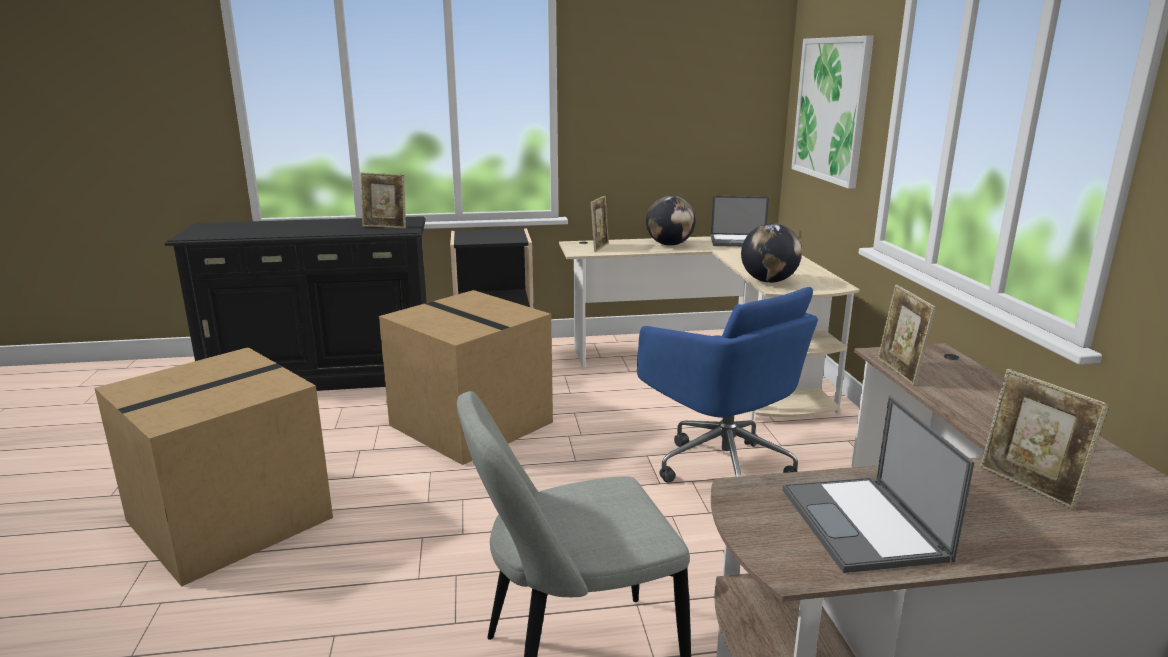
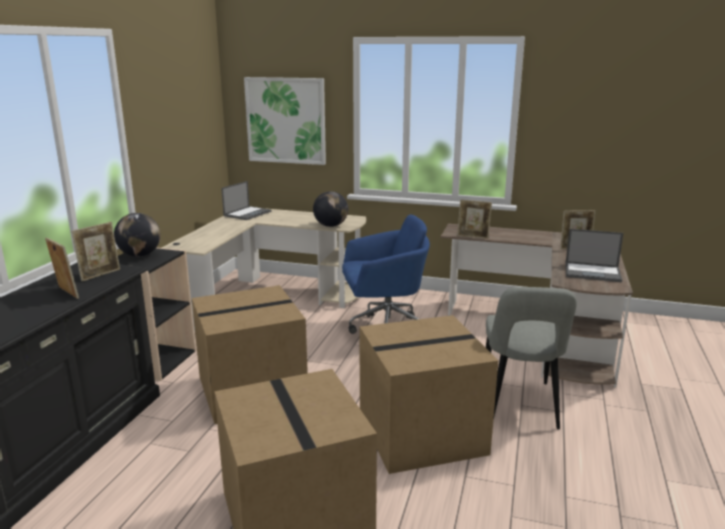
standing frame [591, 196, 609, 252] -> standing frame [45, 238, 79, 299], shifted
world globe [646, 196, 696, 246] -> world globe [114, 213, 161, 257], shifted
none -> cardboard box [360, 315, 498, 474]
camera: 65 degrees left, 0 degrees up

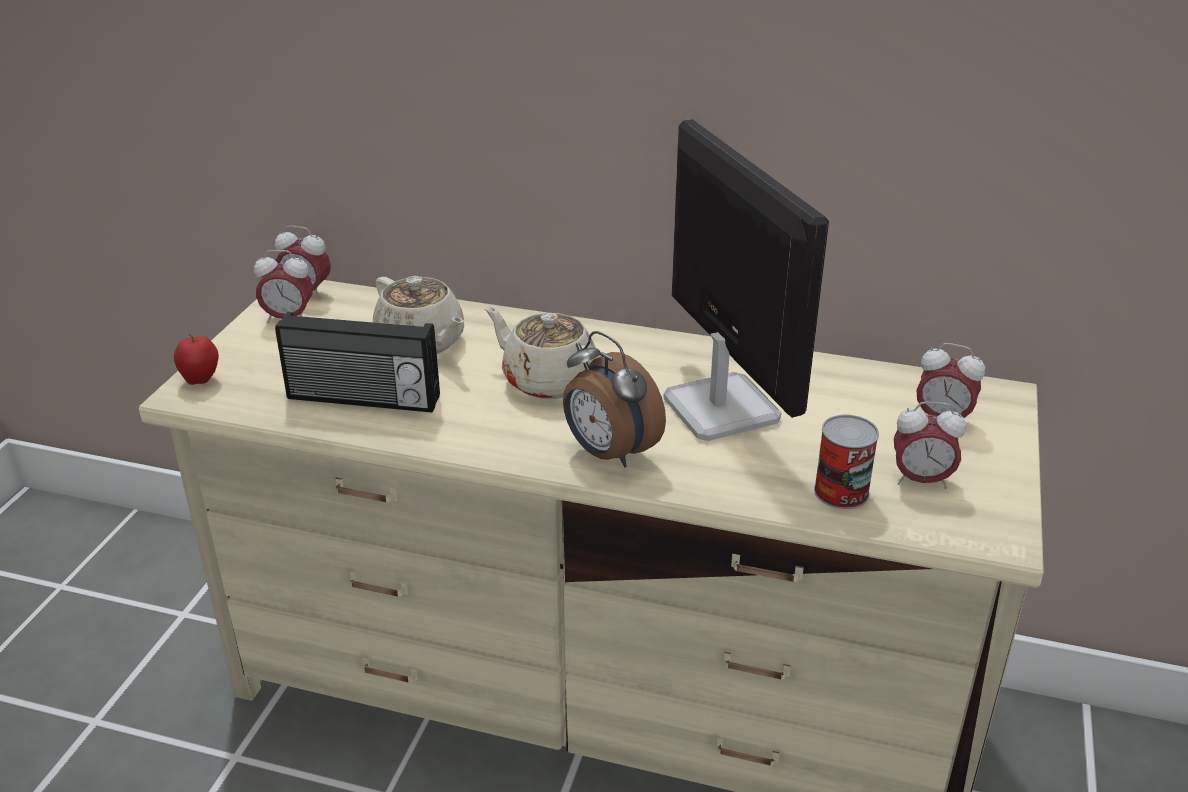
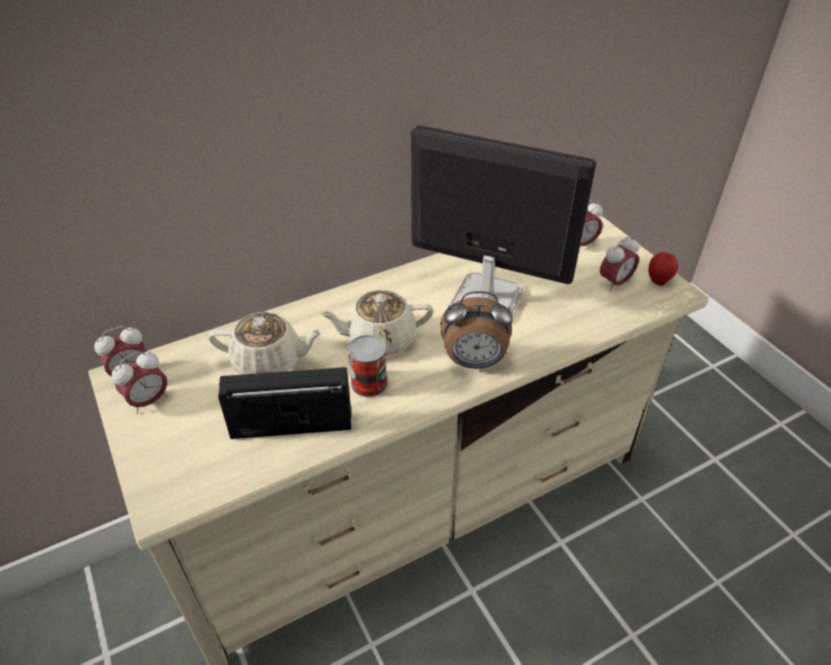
radio set [275, 312, 440, 412] -> radio set [218, 367, 351, 439], 150 degrees counterclockwise
can [814, 415, 879, 509] -> can [348, 335, 387, 397], shifted
apple fruit [174, 334, 219, 385] -> apple fruit [649, 252, 678, 286], shifted
camera: 45 degrees left, 10 degrees up

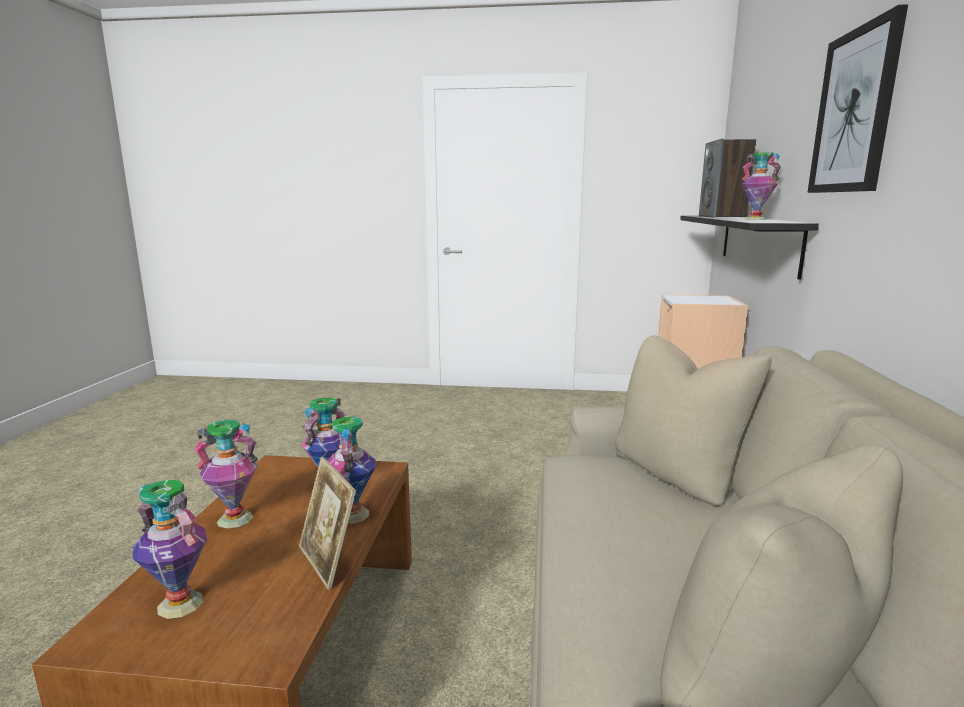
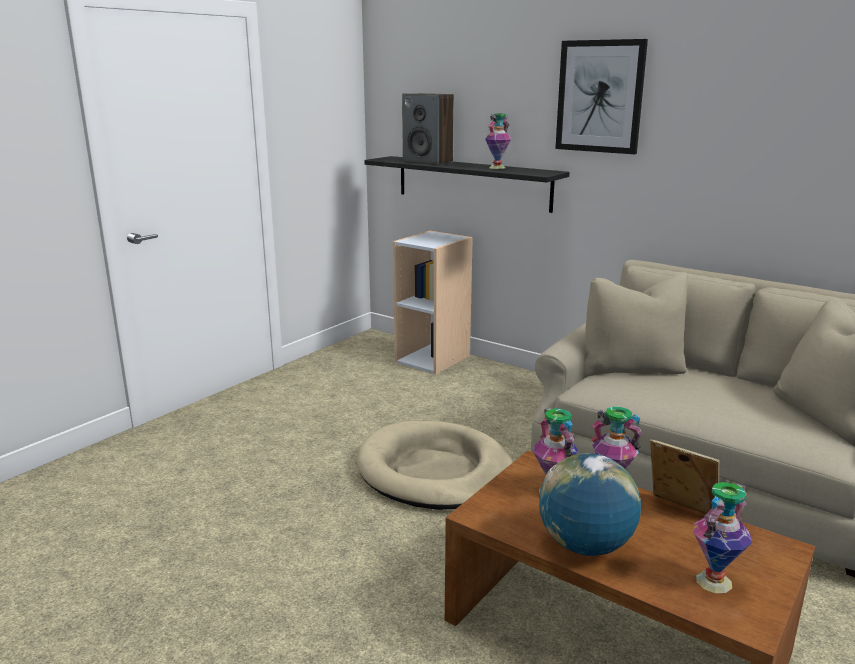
none -> sand-coloured dog cushion [357, 421, 513, 510]
flower vase [194, 420, 258, 529] -> world globe [539, 453, 641, 556]
standing frame [299, 457, 356, 590] -> standing frame [650, 439, 719, 514], 135 degrees counterclockwise
camera: 60 degrees left, 5 degrees up

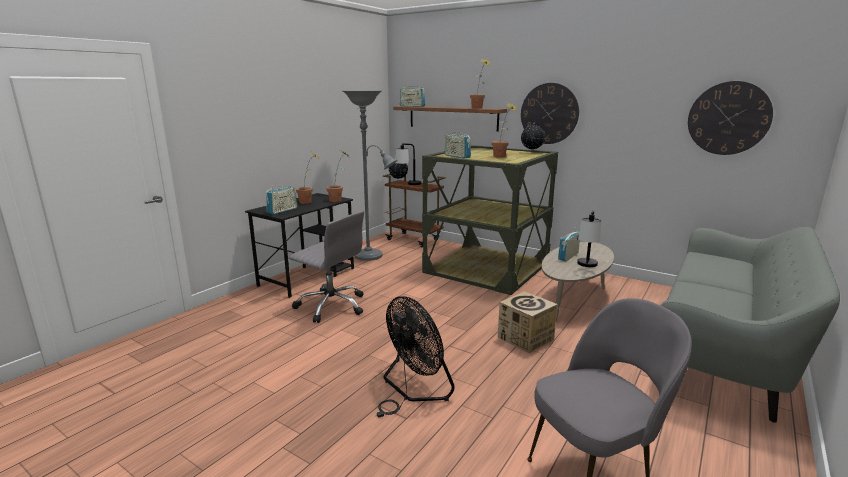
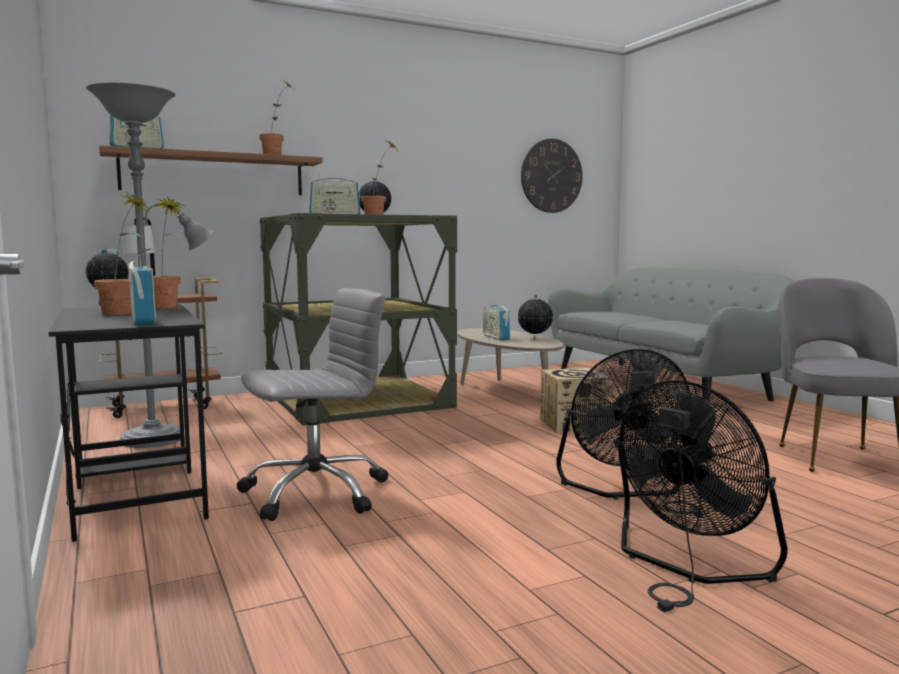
tabletop lamp [577, 210, 601, 267] -> world globe [518, 295, 553, 339]
none -> black fan [614, 380, 788, 612]
wall clock [521, 83, 579, 144] -> none
camera: 60 degrees left, 10 degrees down

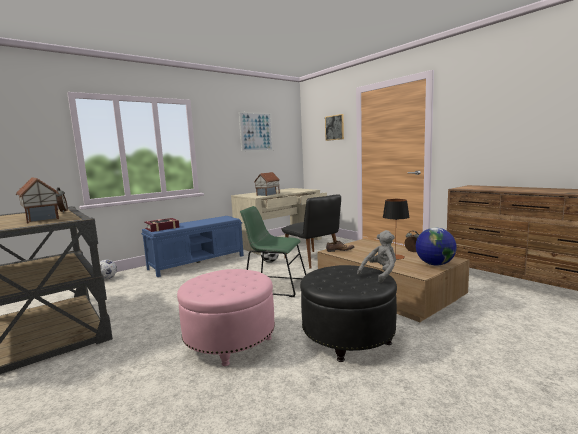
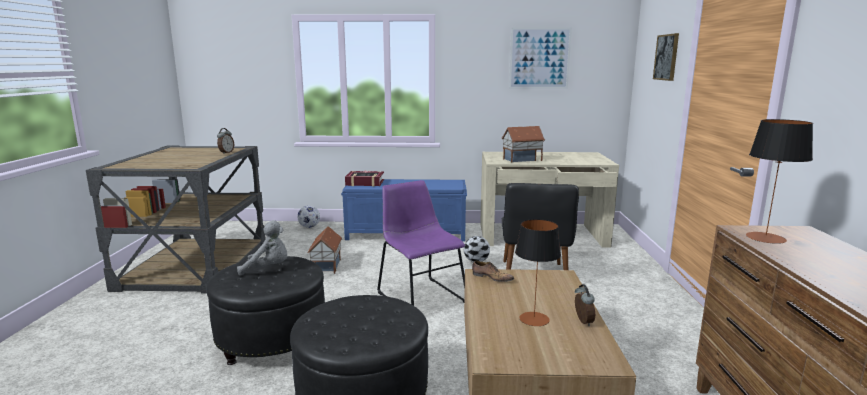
pinkish ottoman [177, 269, 275, 366] -> black ottoman [206, 256, 325, 365]
greyish cuddly toy [357, 230, 396, 283] -> greyish cuddly toy [237, 220, 287, 276], shifted
toy house [16, 177, 59, 223] -> toy house [307, 226, 343, 274], shifted
greenish upright chair [240, 206, 306, 297] -> purple upright chair [377, 180, 465, 306]
none -> tabletop lamp [746, 119, 813, 244]
world globe [416, 228, 457, 266] -> none
camera: 40 degrees right, 5 degrees up

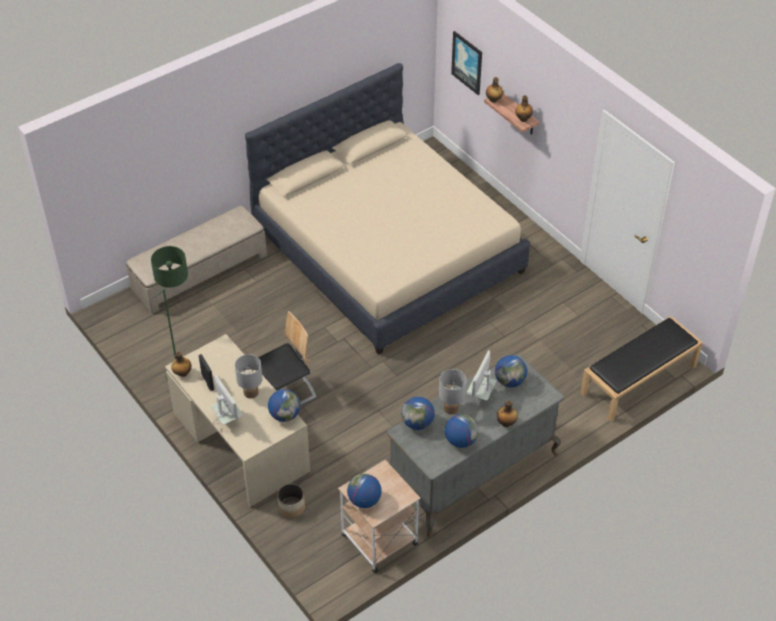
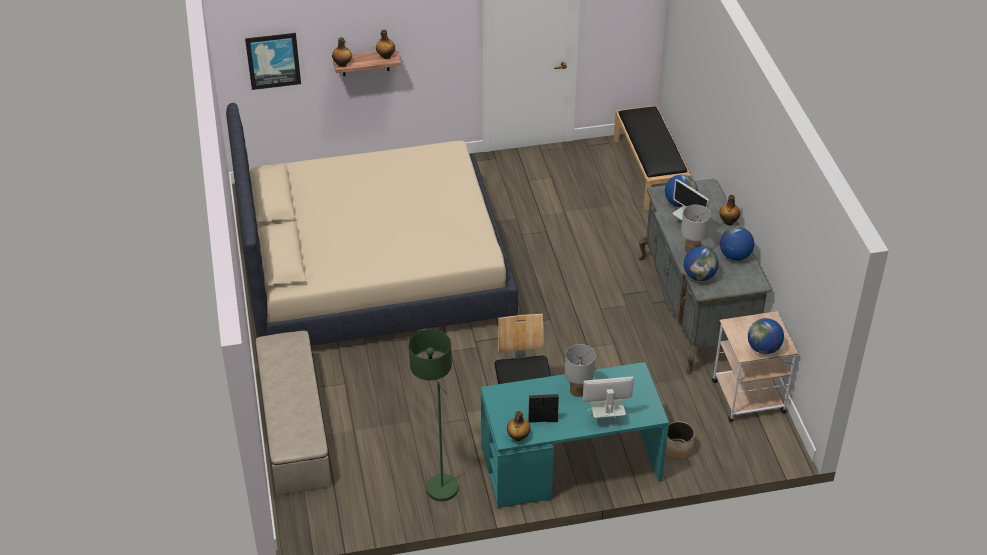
sand-coloured desk [165, 334, 310, 507] -> turquoise desk [481, 362, 669, 508]
world globe [268, 389, 300, 422] -> none
camera: 65 degrees left, 5 degrees down

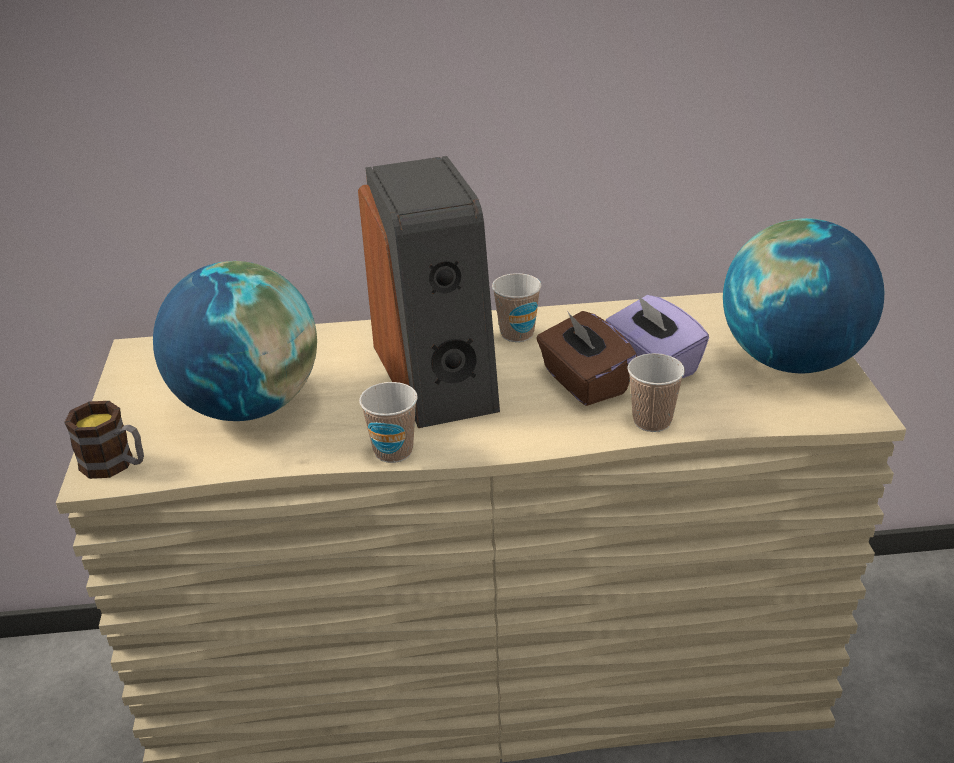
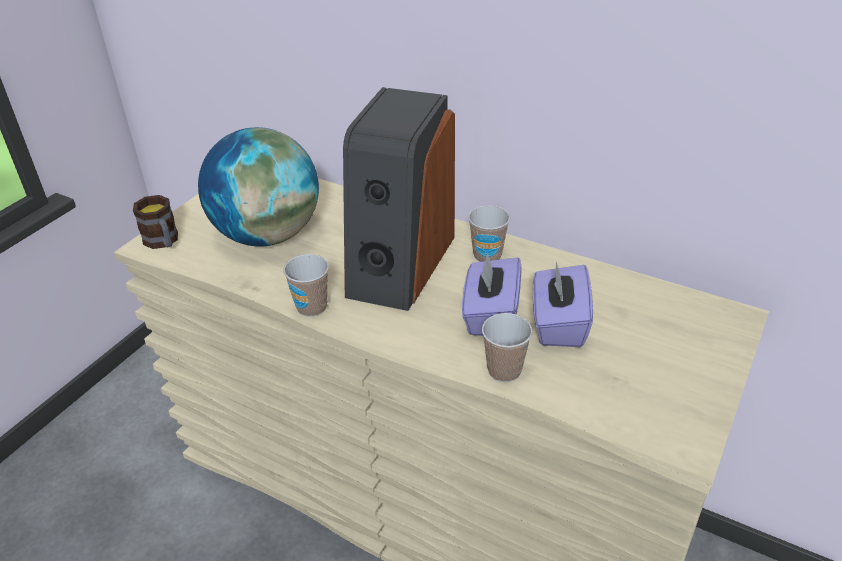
brown-coloured box of tissues [536, 311, 637, 406] -> purple box of tissues [462, 253, 522, 336]
world globe [723, 218, 884, 373] -> none
camera: 35 degrees right, 5 degrees up

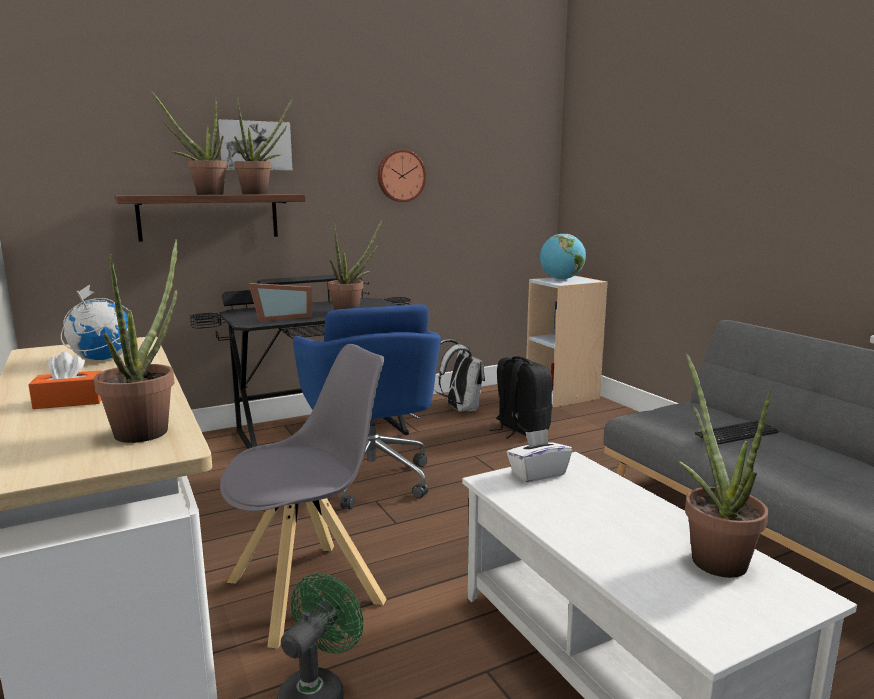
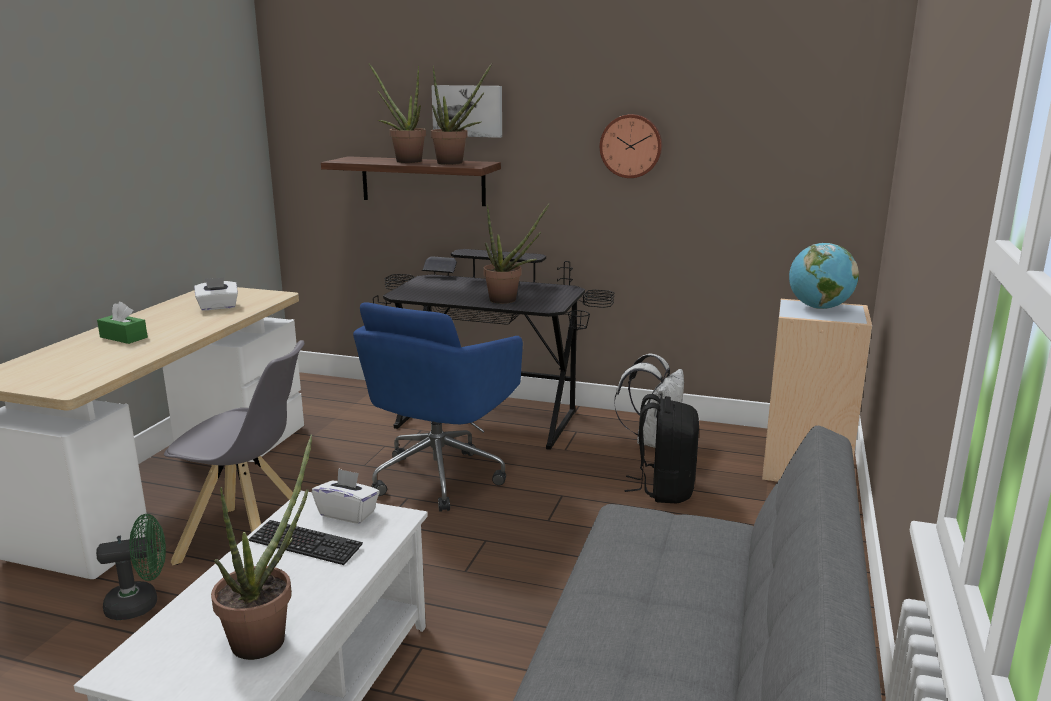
orange-coloured box of tissues [28, 352, 103, 409] -> greenish box of tissues [97, 302, 148, 344]
world globe [61, 284, 129, 360] -> whitish box of tissues [194, 277, 238, 311]
keyboard [695, 420, 779, 444] -> keyboard [249, 520, 363, 565], shifted
plant in a pot [94, 239, 178, 443] -> none
standing frame [248, 283, 312, 321] -> none
camera: 45 degrees right, 5 degrees up

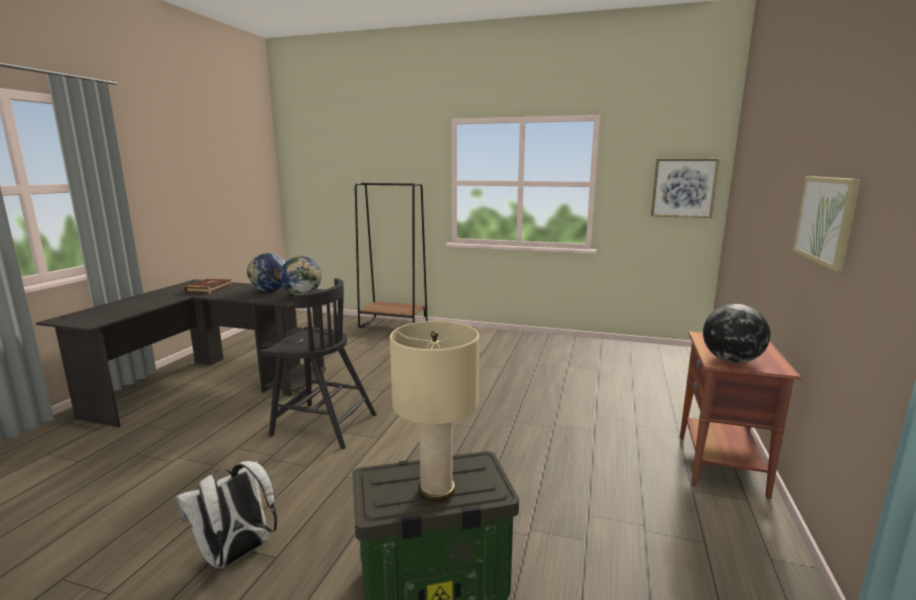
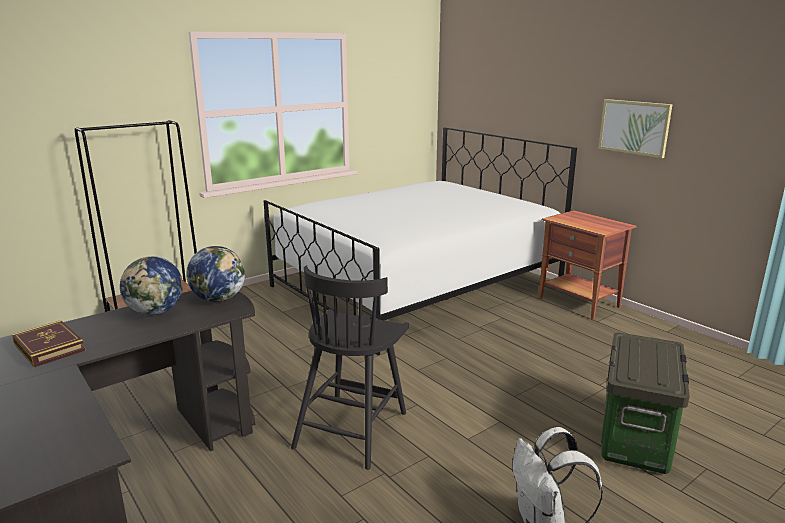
none -> whitish bed [264, 127, 577, 355]
black upright chair [260, 279, 377, 449] -> black upright chair [291, 265, 409, 470], 150 degrees clockwise
sand-coloured tabletop lamp [390, 321, 479, 503] -> none
wall picture [651, 159, 719, 218] -> none
world globe [703, 304, 771, 363] -> none
camera: 55 degrees left, 5 degrees up

